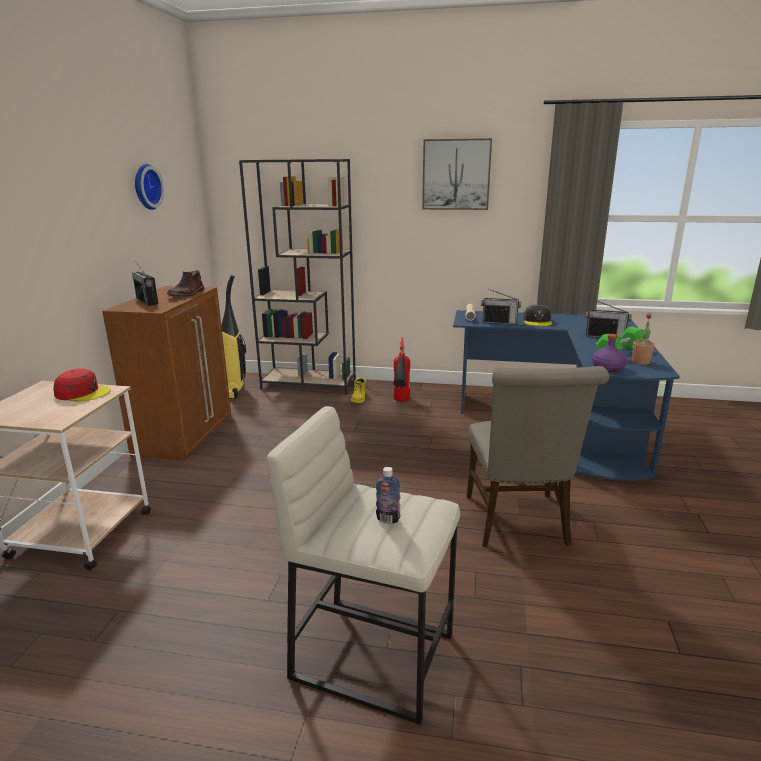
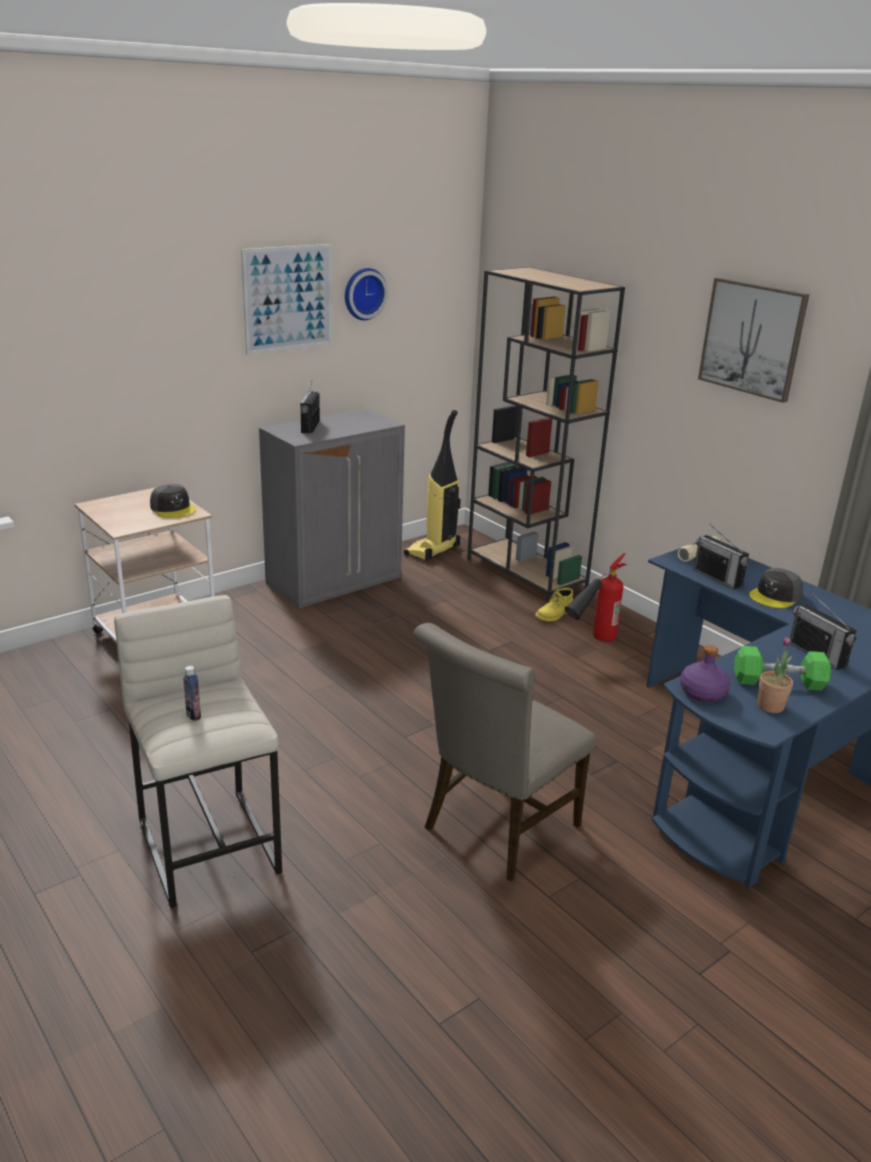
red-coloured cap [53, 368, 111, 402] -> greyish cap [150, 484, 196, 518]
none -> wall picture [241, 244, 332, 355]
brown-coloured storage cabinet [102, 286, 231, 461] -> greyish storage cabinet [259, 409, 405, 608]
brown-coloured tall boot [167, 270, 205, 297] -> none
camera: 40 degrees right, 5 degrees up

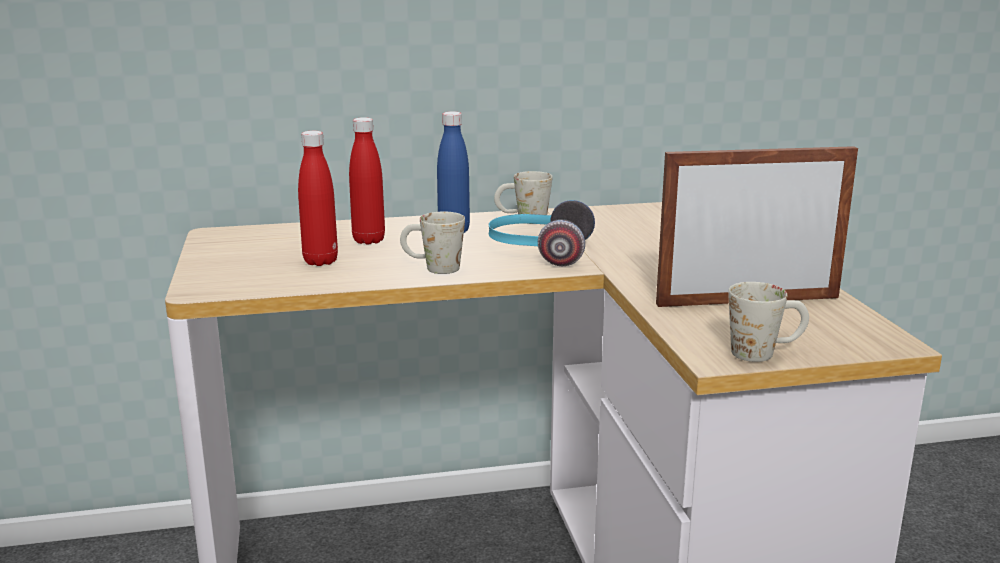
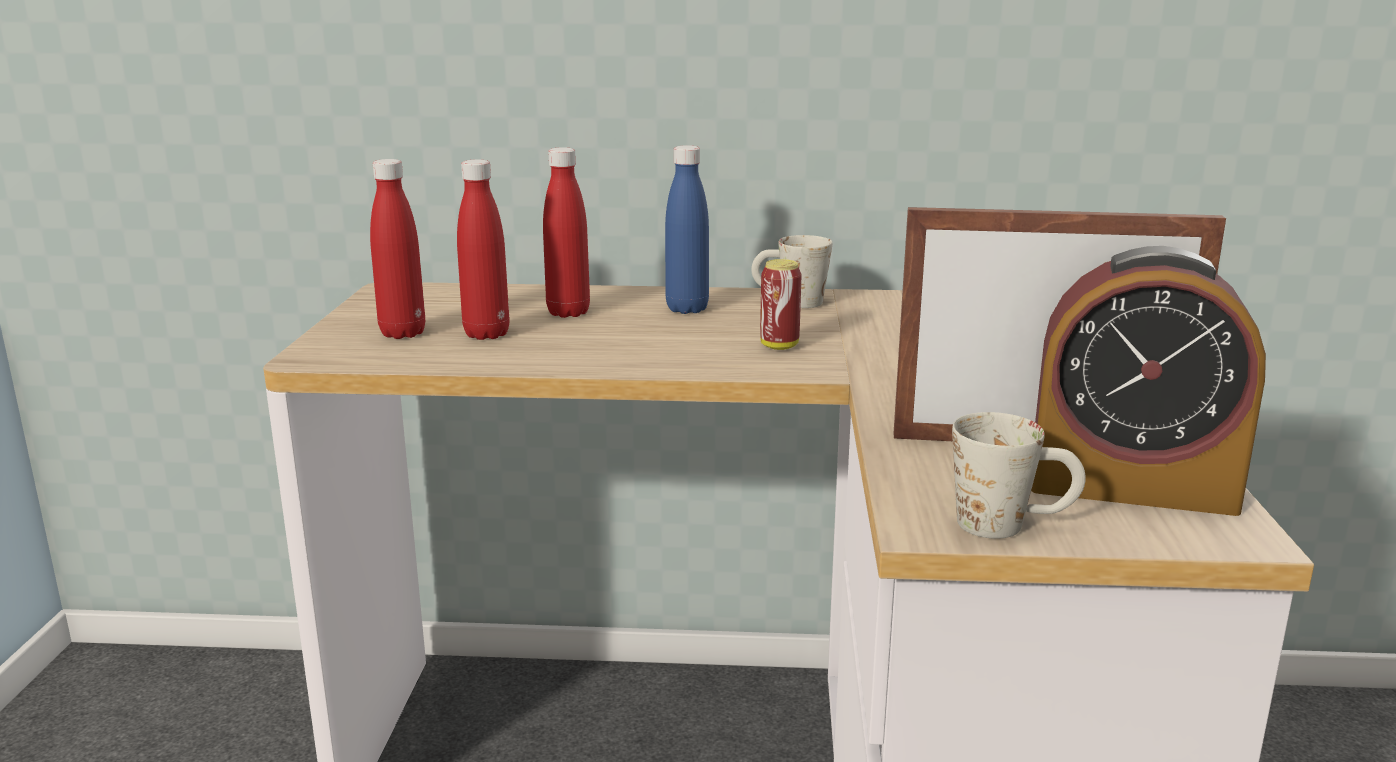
none -> red-coloured beverage bottle [370, 159, 425, 339]
headphones [488, 200, 595, 266] -> can [760, 259, 802, 350]
none -> bedside clock [1031, 246, 1266, 516]
whitish tea mug [400, 212, 465, 274] -> none
camera: 15 degrees right, 0 degrees up

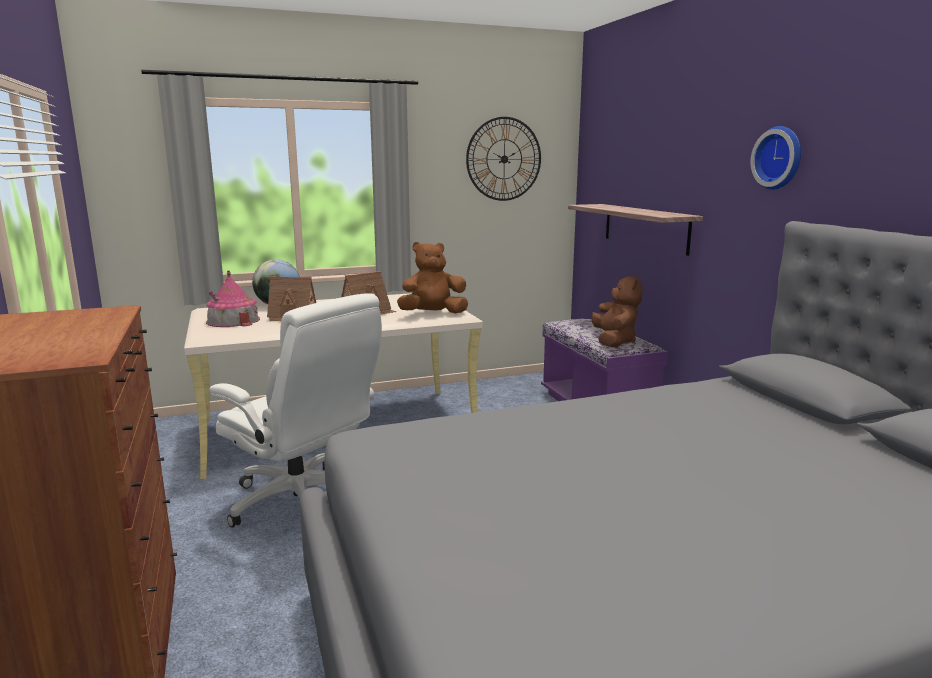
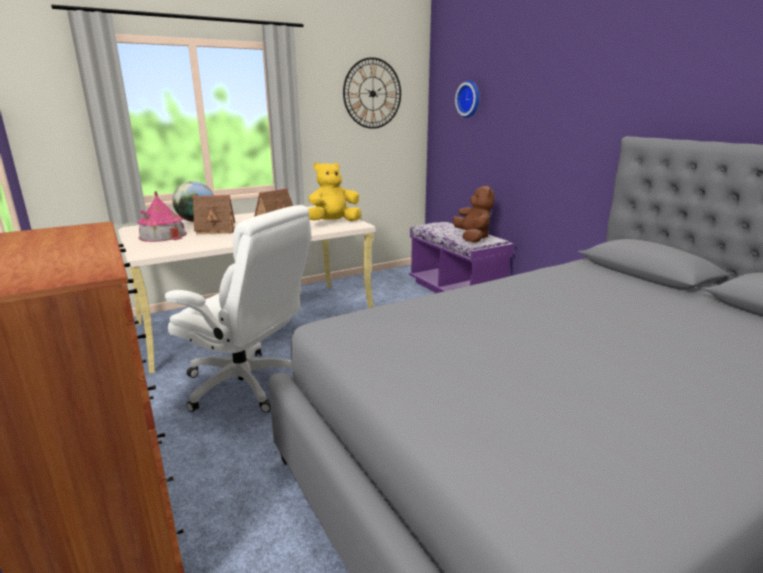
brown-coloured cuddly toy [397, 242, 468, 313] -> yellow cuddly toy [308, 162, 361, 221]
wall clock [750, 126, 801, 190] -> wall clock [455, 80, 480, 118], shifted
shelf [568, 204, 703, 256] -> none
camera: 10 degrees left, 5 degrees up

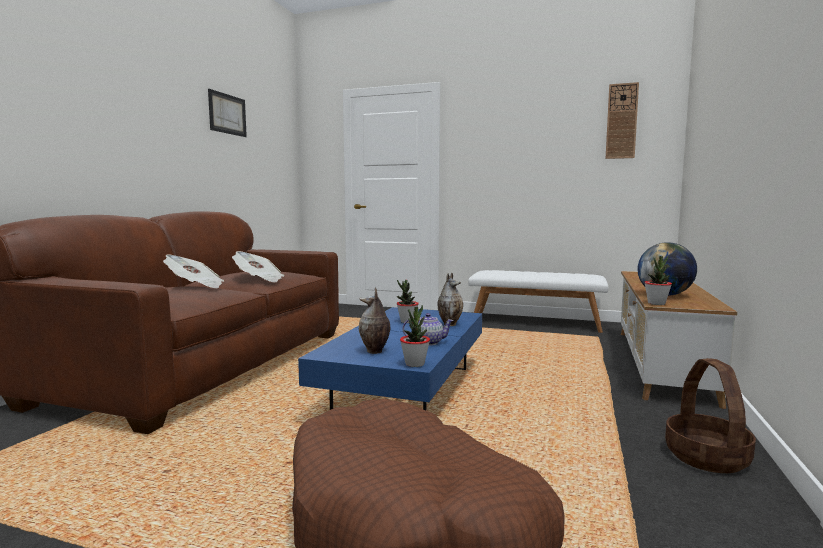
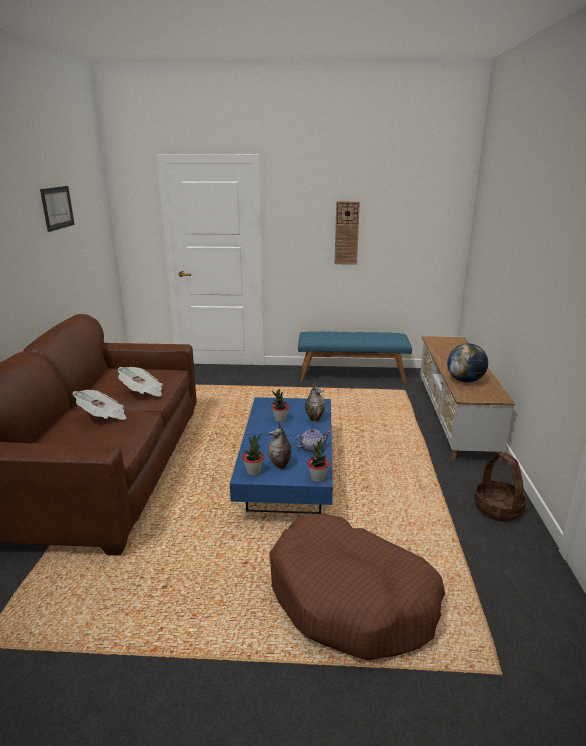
plant in a pot [644, 256, 672, 305] -> plant in a pot [243, 433, 264, 476], shifted
whitish long seat [468, 270, 608, 333] -> bluish long seat [298, 331, 412, 384]
wall clock [606, 82, 639, 159] -> wall clock [335, 201, 360, 265], shifted
camera: 15 degrees left, 15 degrees up

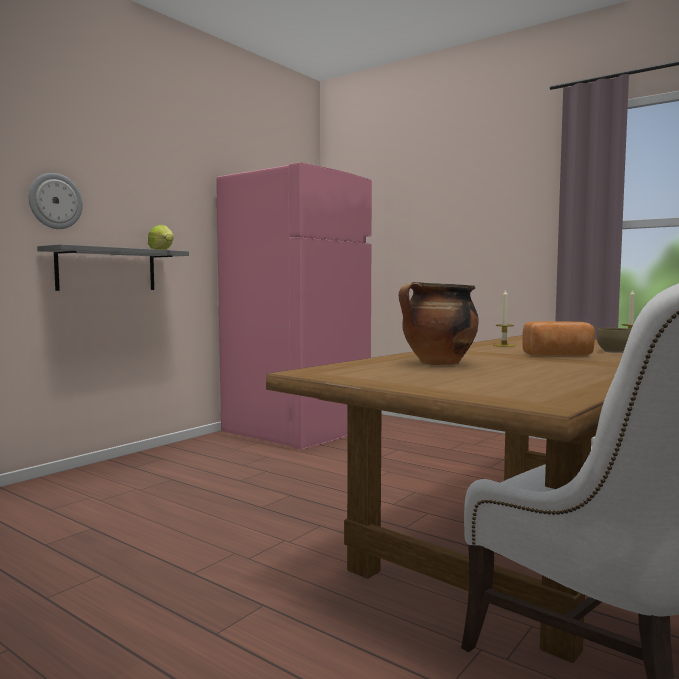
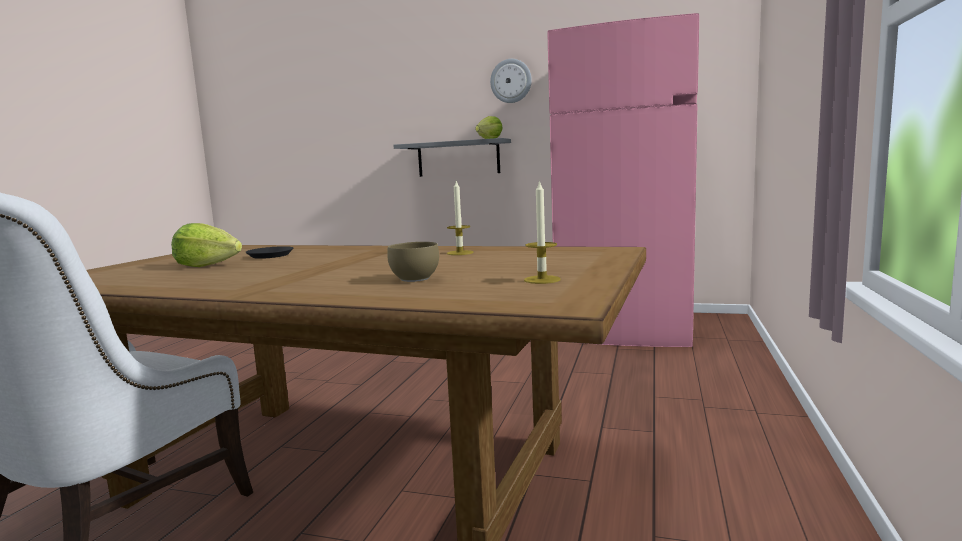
none -> head of lettuce [171, 223, 242, 267]
cooking pot [399, 282, 479, 365] -> black dinner plate [246, 246, 293, 259]
wall clock [29, 173, 83, 229] -> wall clock [490, 59, 532, 103], shifted
bread [522, 321, 595, 356] -> none
camera: 70 degrees right, 5 degrees up

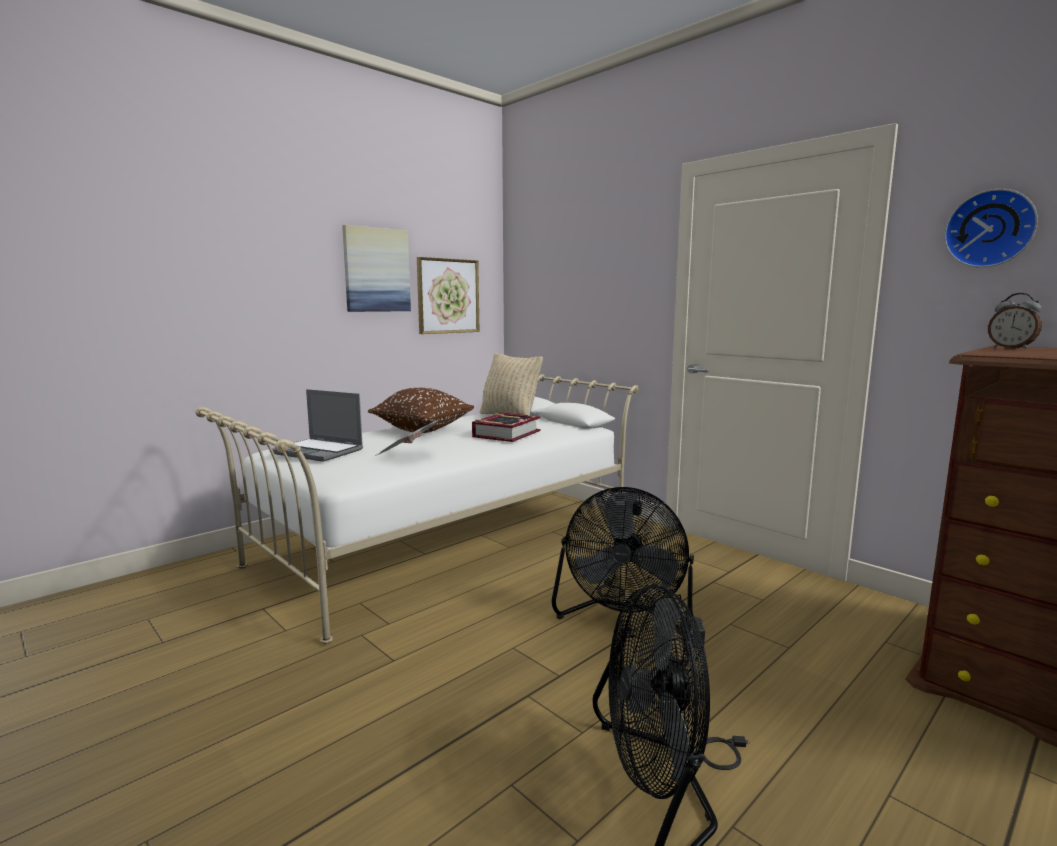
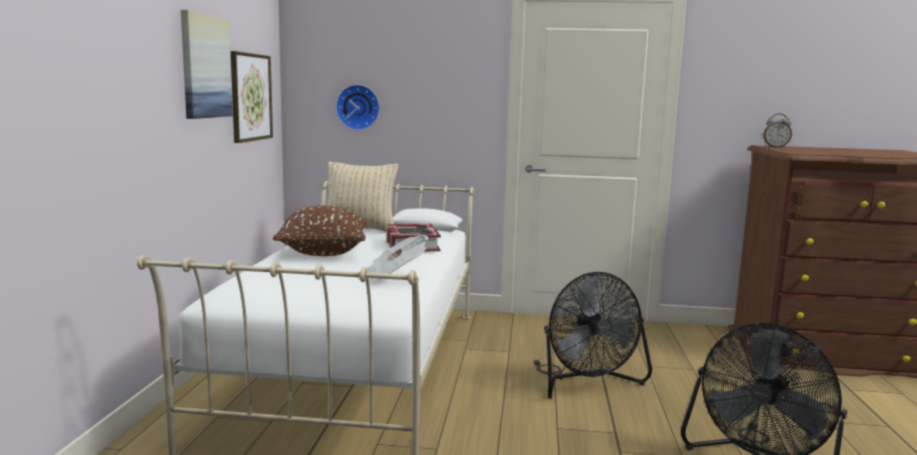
wall clock [944, 189, 1038, 268] -> wall clock [336, 84, 380, 131], shifted
laptop [272, 389, 363, 462] -> none
camera: 40 degrees left, 0 degrees up

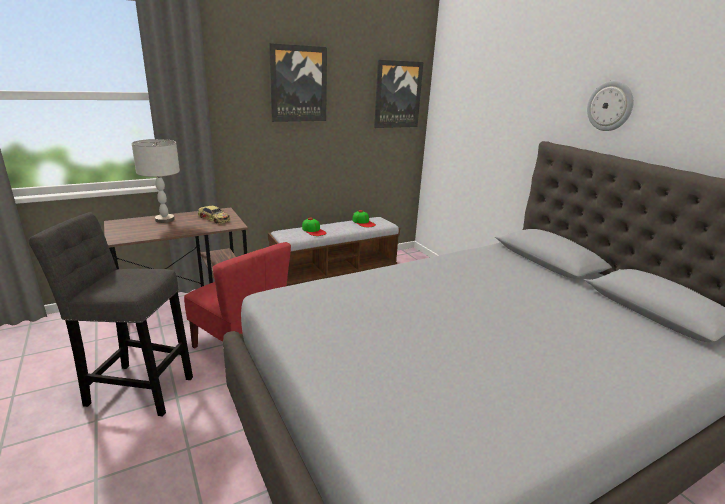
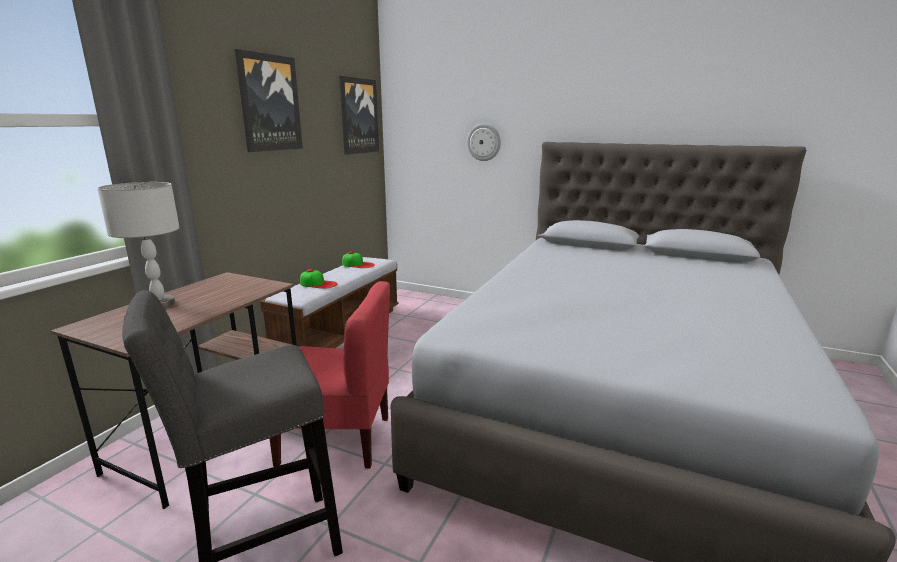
wall clock [587, 81, 633, 131] -> wall clock [467, 123, 501, 161], shifted
miniature car [198, 206, 230, 223] -> none
camera: 35 degrees left, 5 degrees down

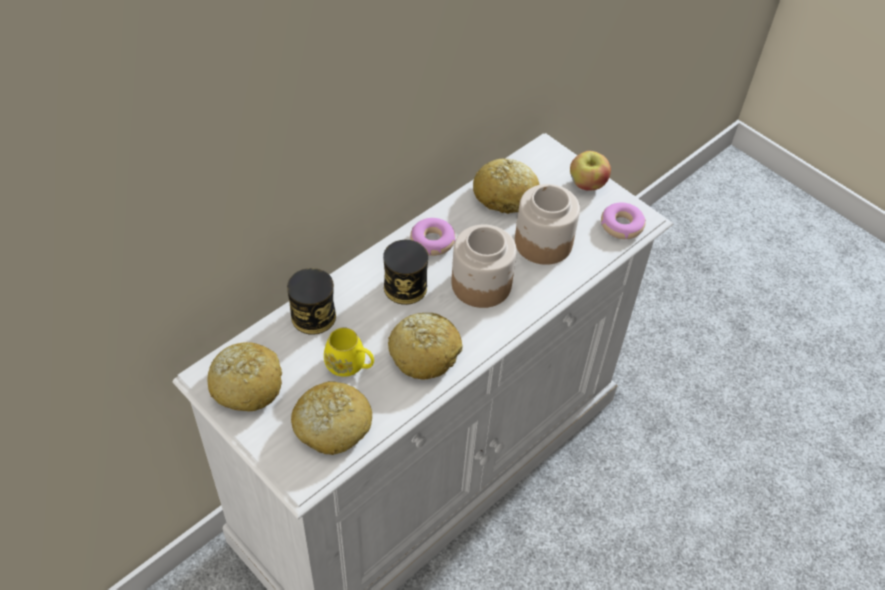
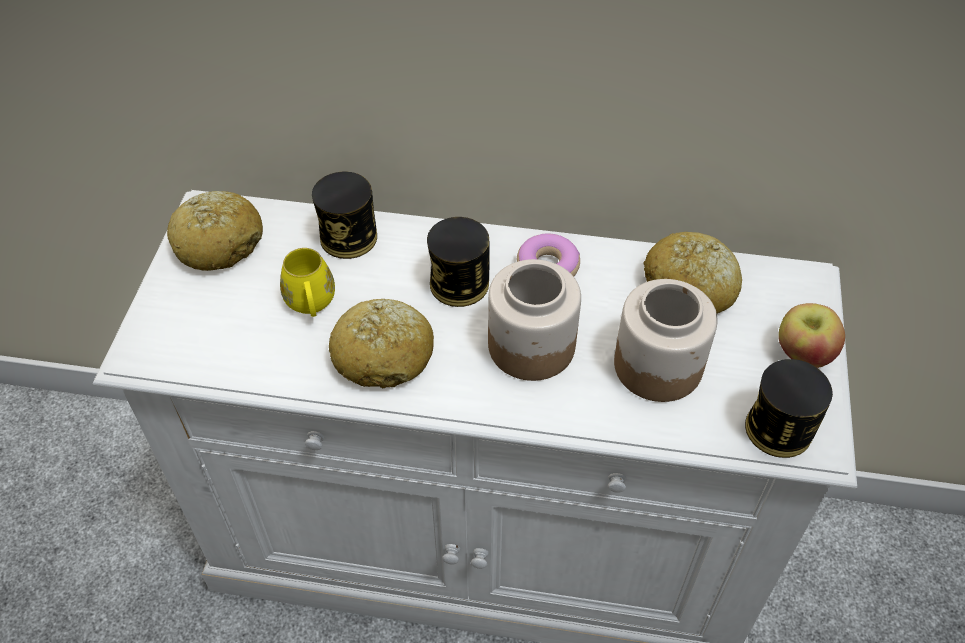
ring doughnut [601, 202, 646, 239] -> can [745, 359, 833, 458]
bread [291, 381, 372, 455] -> none
camera: 55 degrees right, 0 degrees up

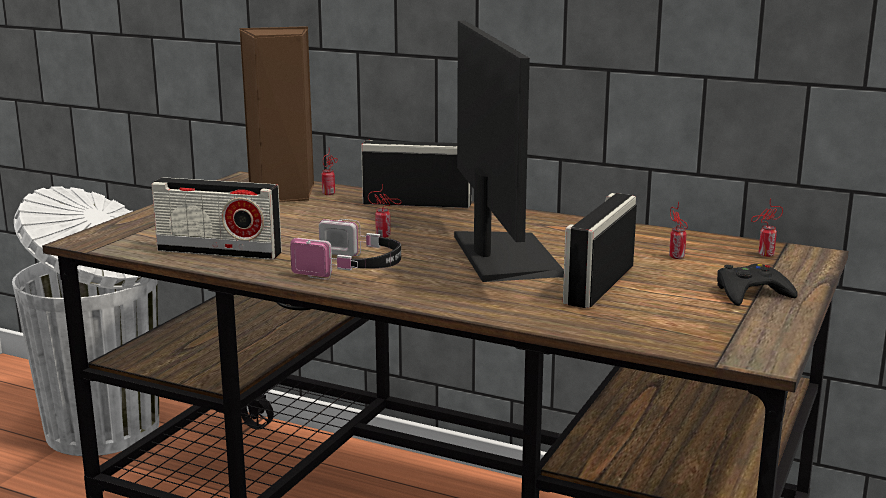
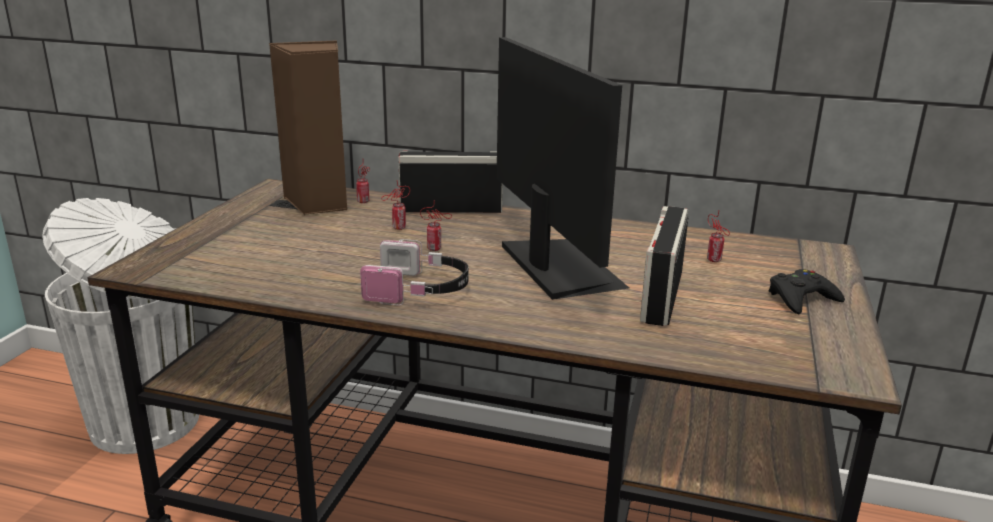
can [751, 199, 783, 257] -> can [381, 181, 410, 230], shifted
radio set [152, 177, 282, 260] -> none
camera: 10 degrees left, 5 degrees up

